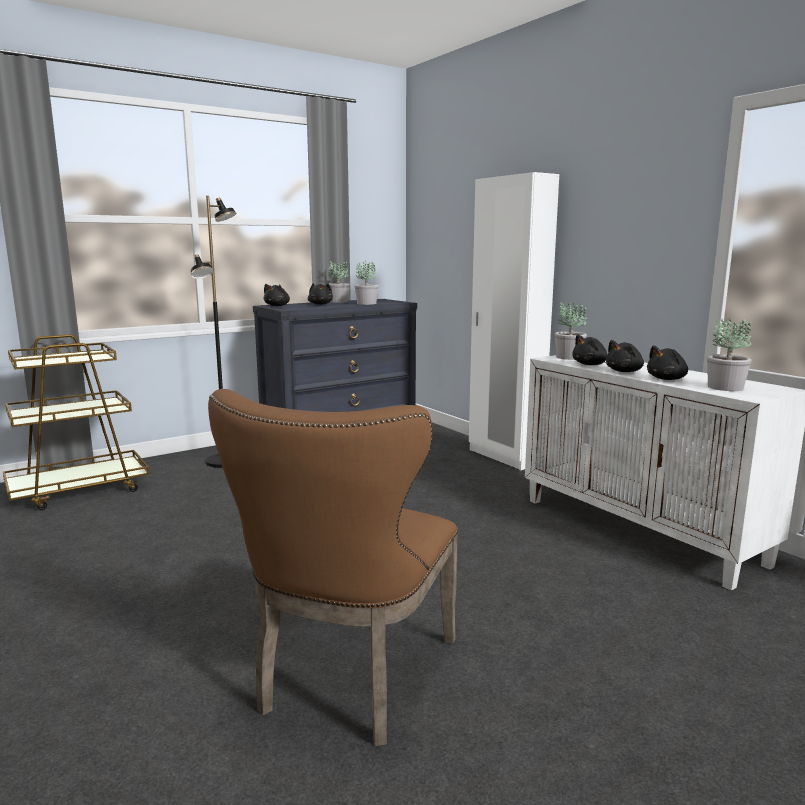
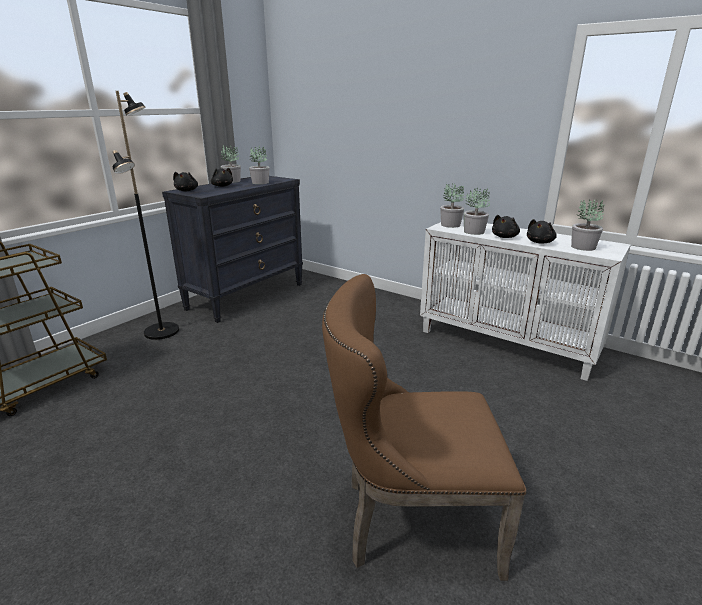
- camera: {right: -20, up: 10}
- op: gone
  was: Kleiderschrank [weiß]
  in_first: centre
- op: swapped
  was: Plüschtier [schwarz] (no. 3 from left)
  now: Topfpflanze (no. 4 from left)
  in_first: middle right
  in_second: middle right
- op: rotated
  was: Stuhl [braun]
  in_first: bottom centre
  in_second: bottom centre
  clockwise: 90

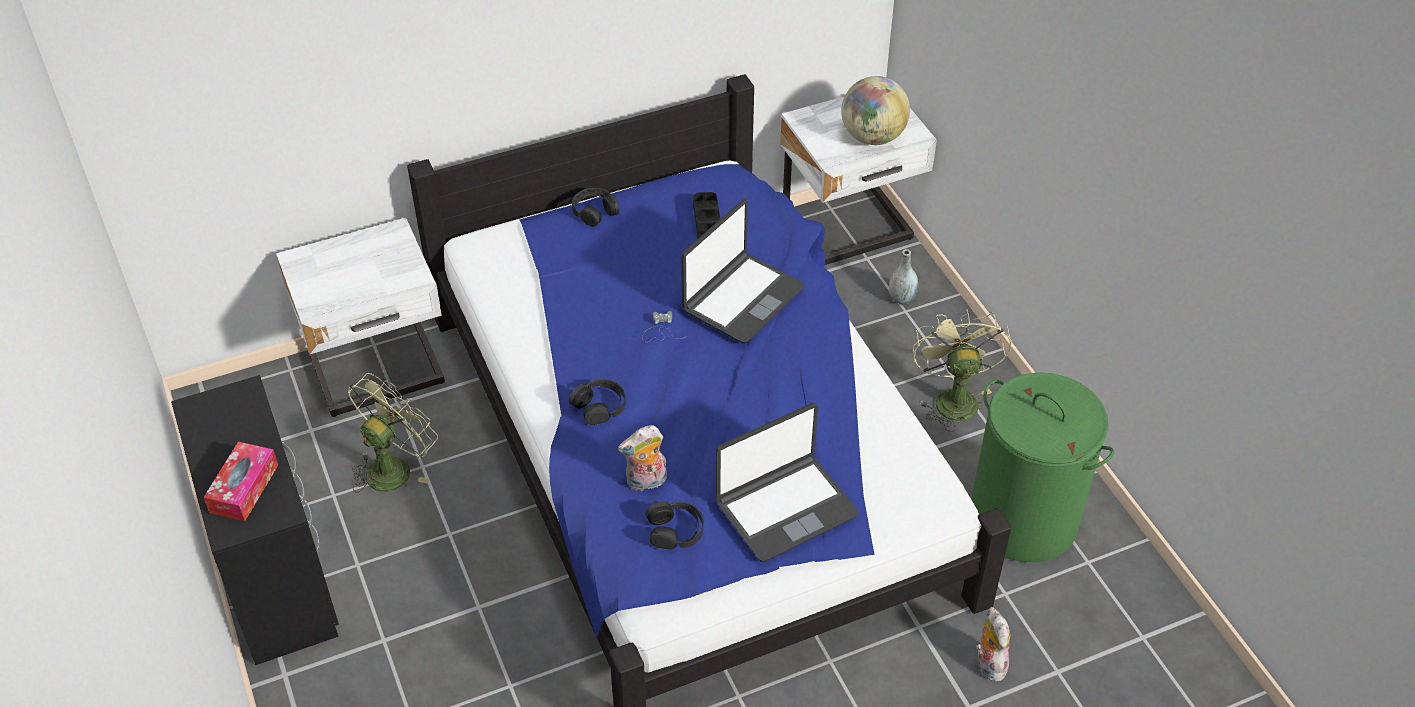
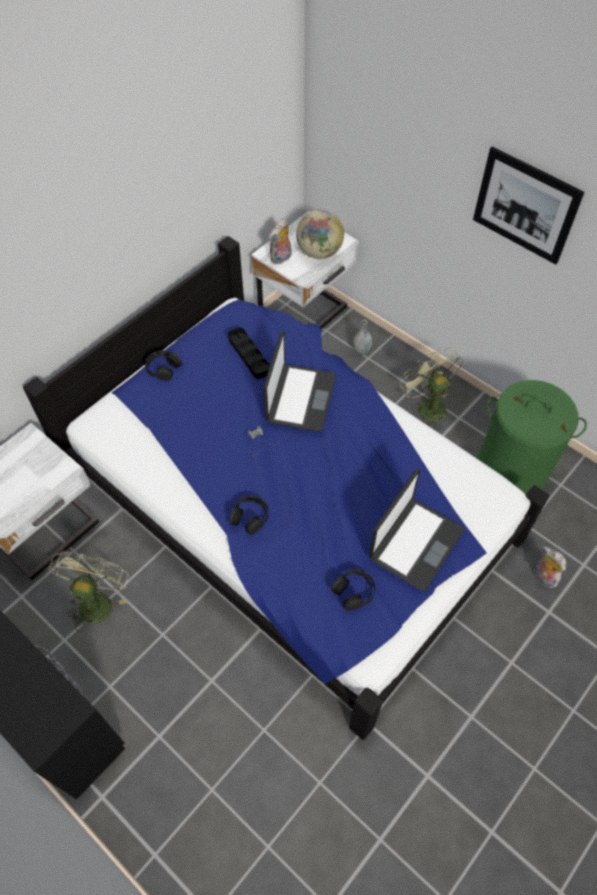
- camera: {right: -25, up: 10}
- op: gone
  was: Taschentuchbox
  in_first: bottom left
- op: new
  now: Bild
  in_second: top right
- op: shifted
  was: Plüschtier (no. 1 from left)
  in_first: centre
  in_second: top centre

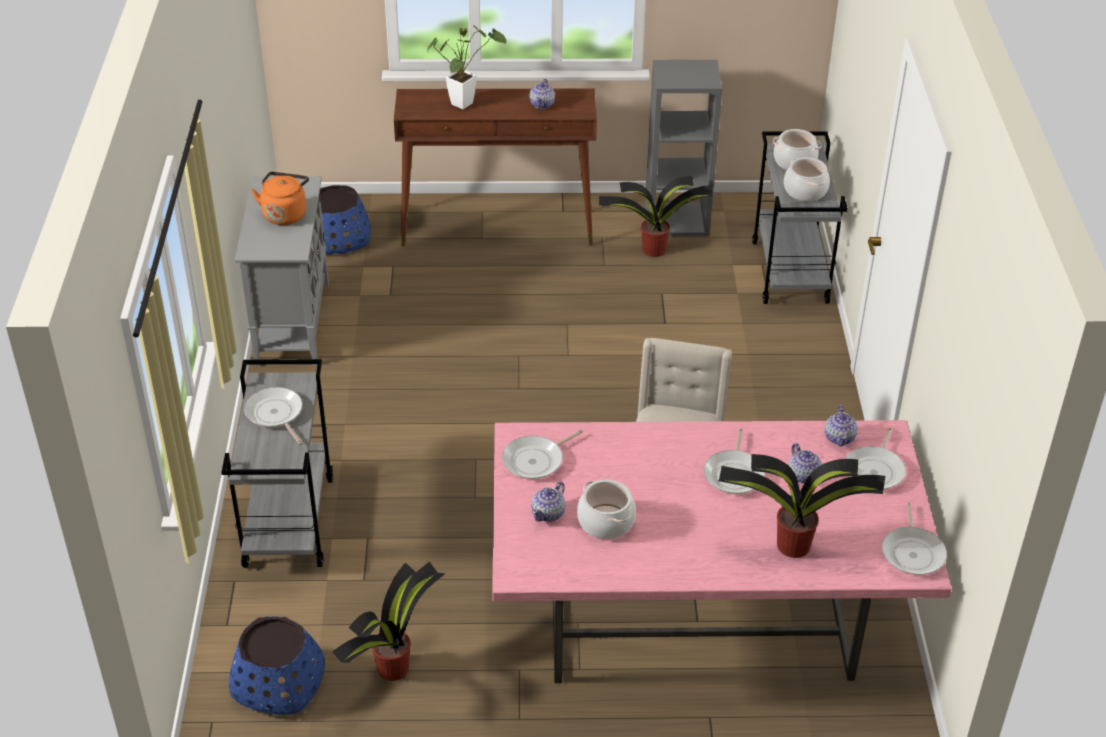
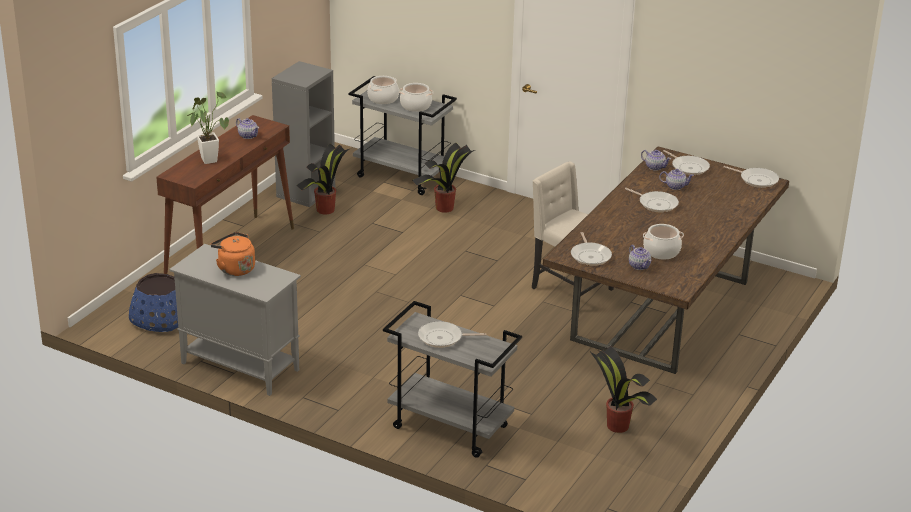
- camera: {right: -60, up: -10}
- op: gone
  was: Pflanzkübel [blau] (no. 1 from left)
  in_first: bottom left
- op: shifted
  was: Topfpflanze (no. 4 from left in the first image)
  now: Topfpflanze (no. 3 from left)
  in_first: bottom right
  in_second: centre
- op: repainted
  was: Esstisch [rosa]
  now: Esstisch [braun]
  in_first: bottom centre
  in_second: middle right

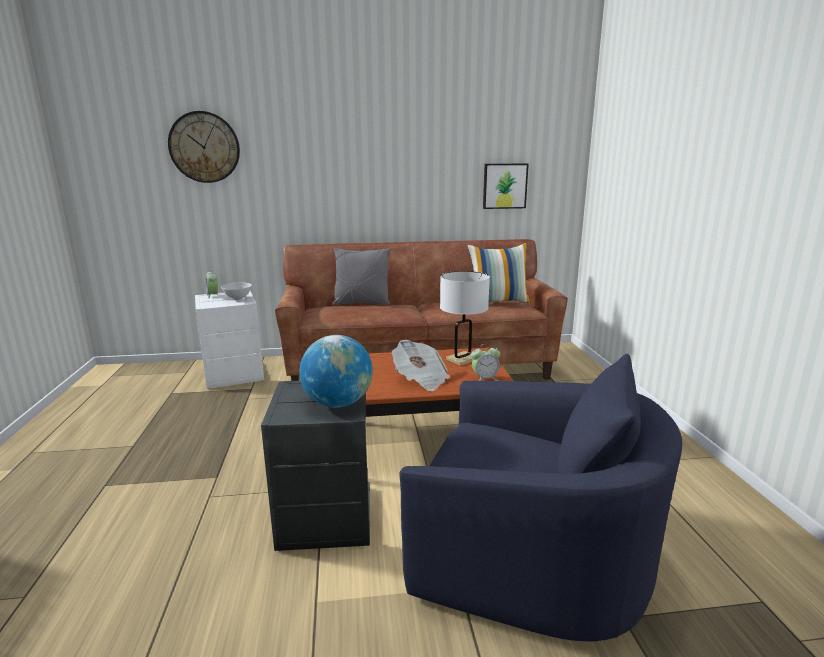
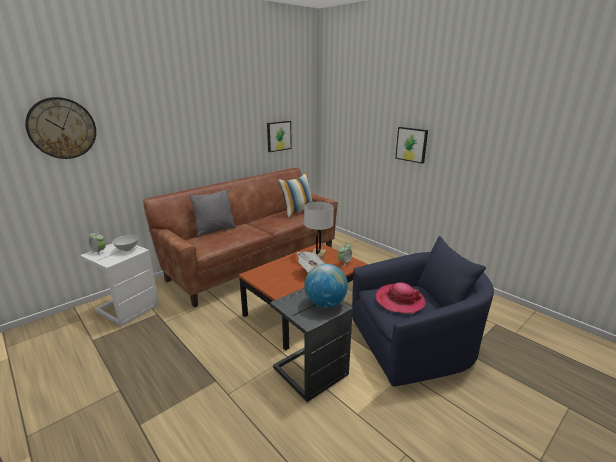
- camera: {right: -35, up: 5}
- op: new
  now: Hut
  in_second: centre
- op: new
  now: Bild (no. 2 from left)
  in_second: top right

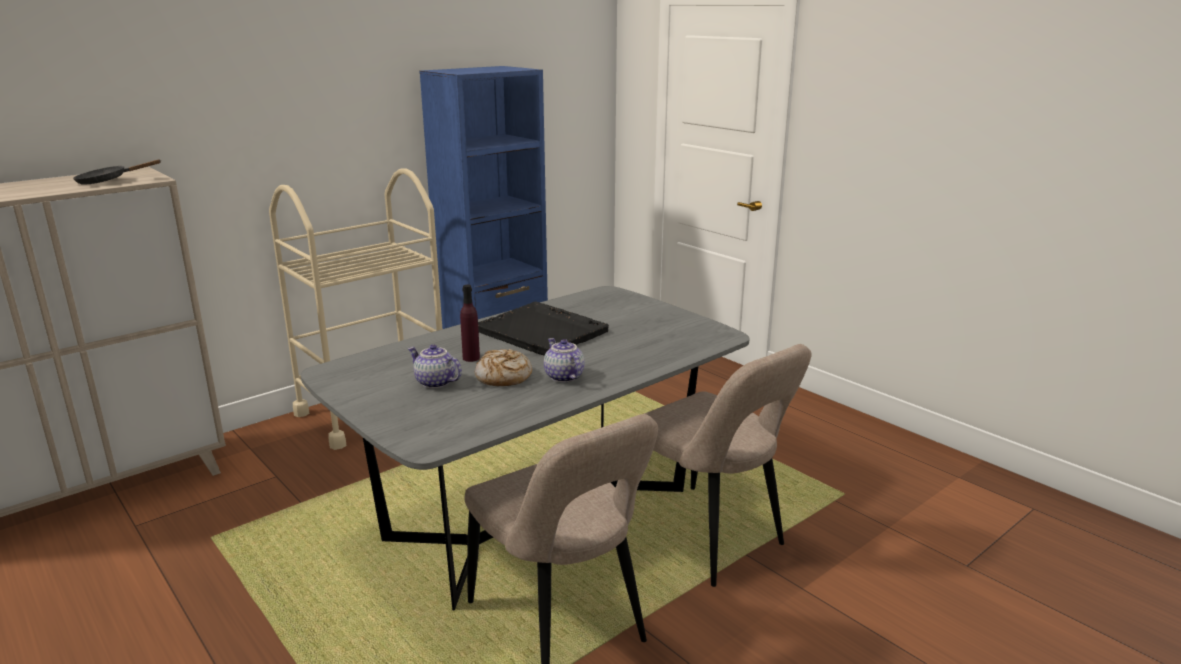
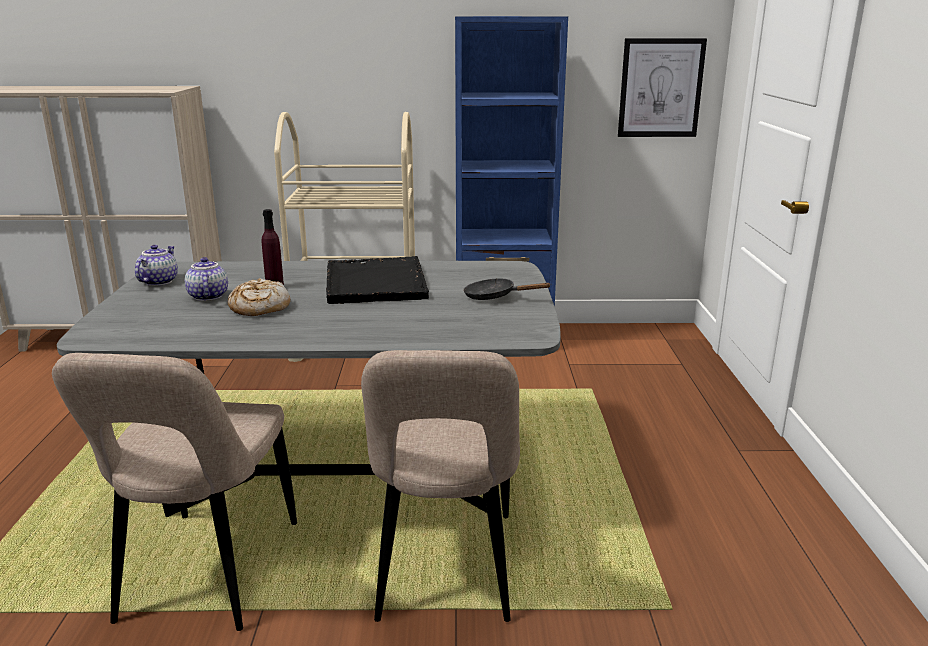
- camera: {right: 40, up: 0}
- op: new
  now: Bild
  in_second: top right
- op: shifted
  was: Pfanne [schwarz]
  in_first: top left
  in_second: centre
- op: shifted
  was: Teekanne (no. 2 from left in the first image)
  now: Teekanne (no. 1 from left)
  in_first: centre
  in_second: middle left

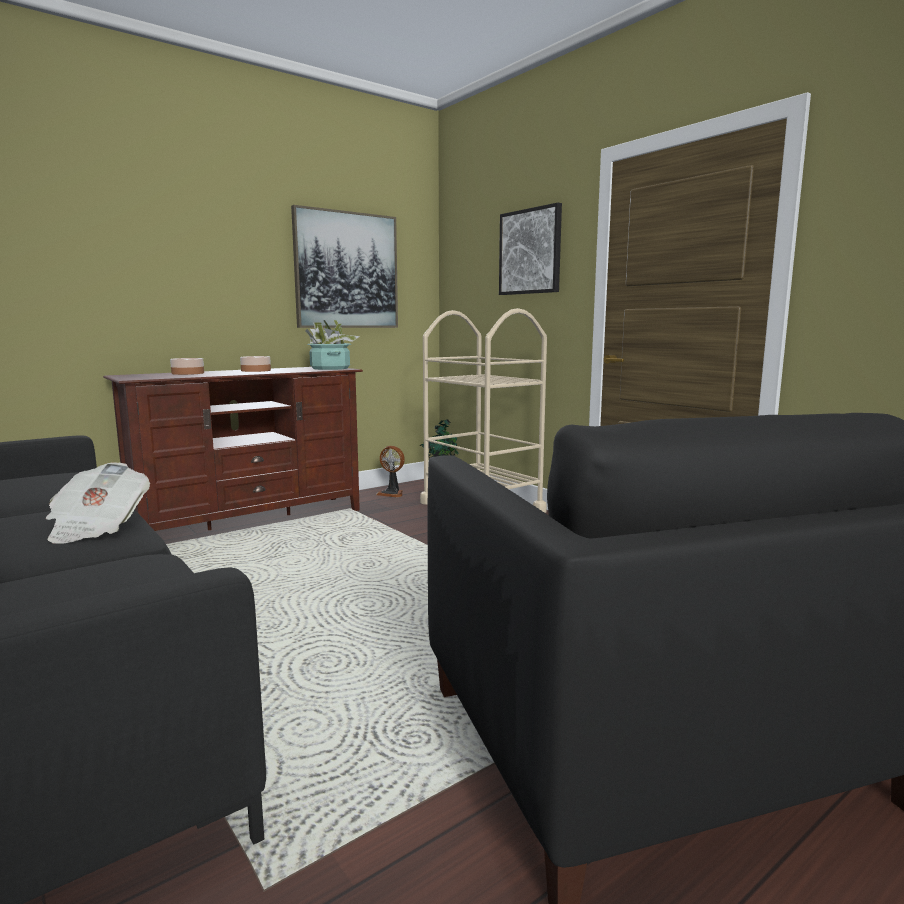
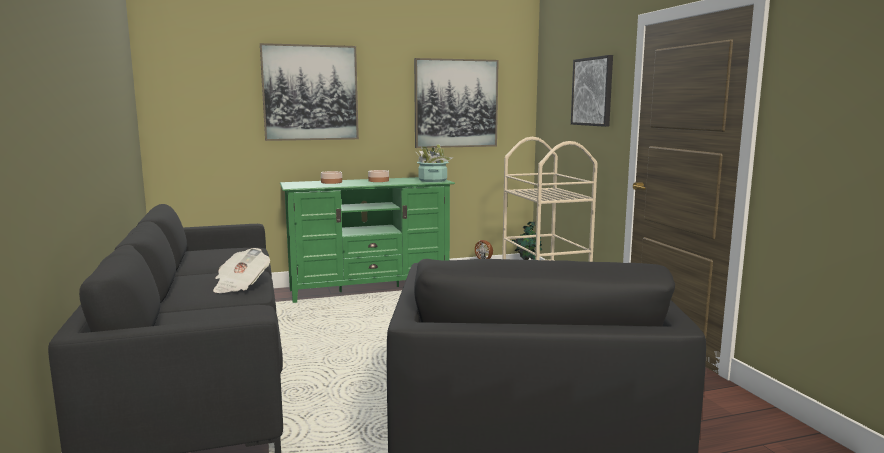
- camera: {right: 20, up: 0}
- op: new
  now: Bild (no. 1 from left)
  in_second: top centre
- op: repainted
  was: Fernsehschrank [braun]
  now: Fernsehschrank [grün]
  in_first: middle left
  in_second: centre

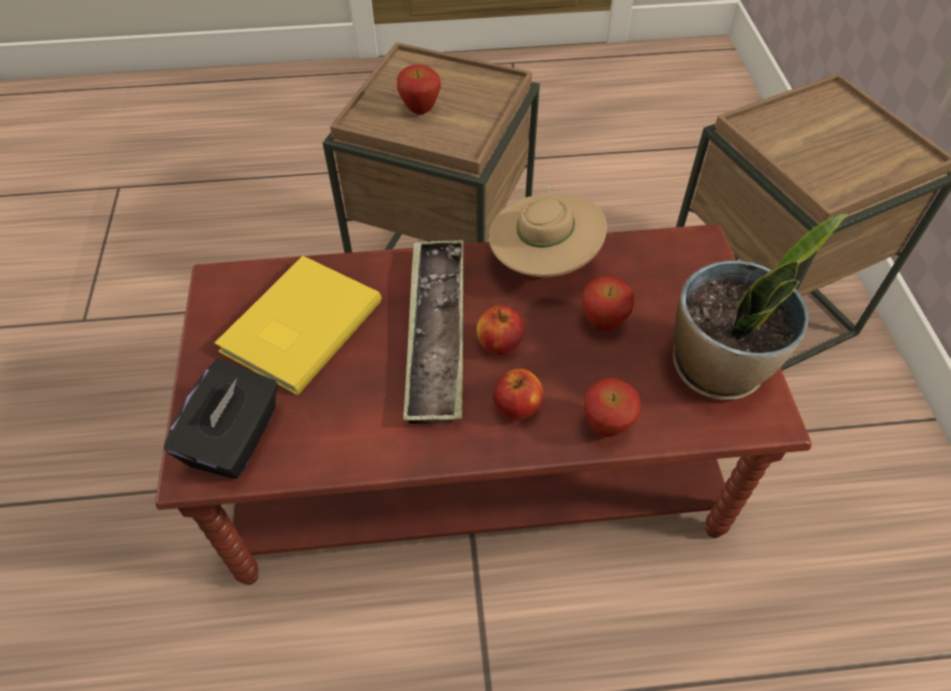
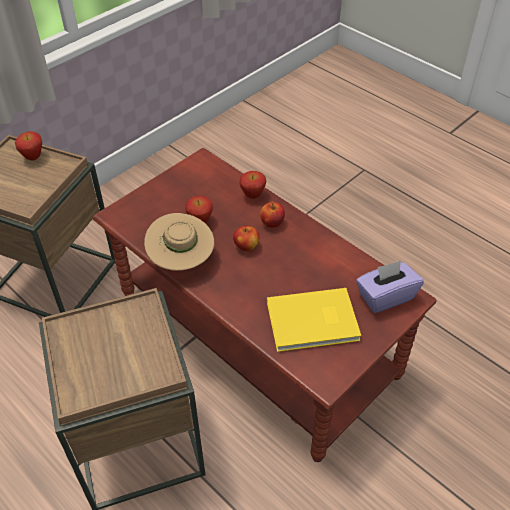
- camera: {right: -130, up: -5}
- op: gone
  was: Tablett
  in_first: centre
- op: gone
  was: Topfpflanze
  in_first: middle right
- op: shifted
  was: Apfel (no. 1 from left)
  in_first: top centre
  in_second: top left
- op: repainted
  was: Taschentuchbox [schwarz]
  now: Taschentuchbox [lila]
  in_first: middle left
  in_second: middle right

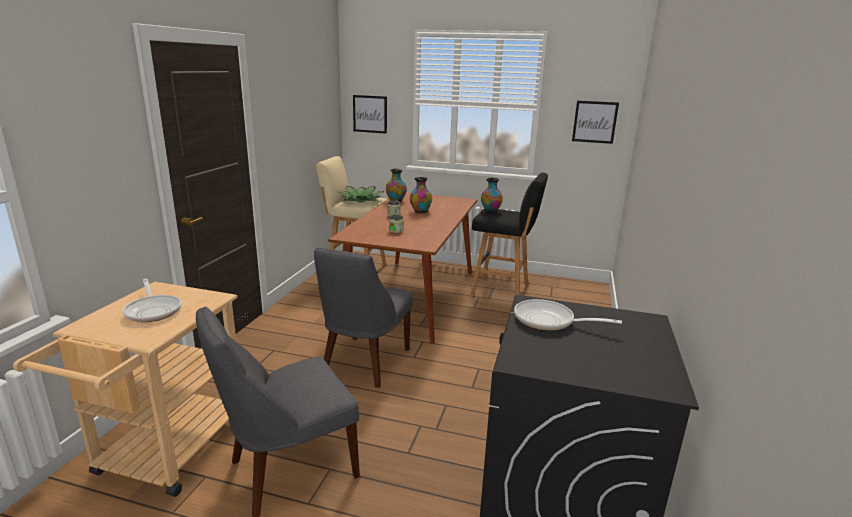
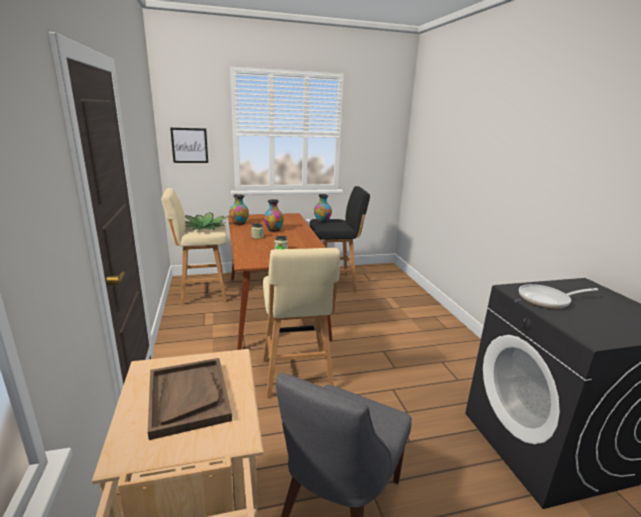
- camera: {right: -30, up: 0}
- op: gone
  was: Bild (no. 2 from left)
  in_first: top right
- op: swapped
  was: Pfanne (no. 1 from left)
  now: Tablett [braun]
  in_first: middle left
  in_second: bottom left
- op: swapped
  was: Stuhl [grau] (no. 2 from left)
  now: Hocker [beige] (no. 2 from left)
  in_first: centre
  in_second: centre

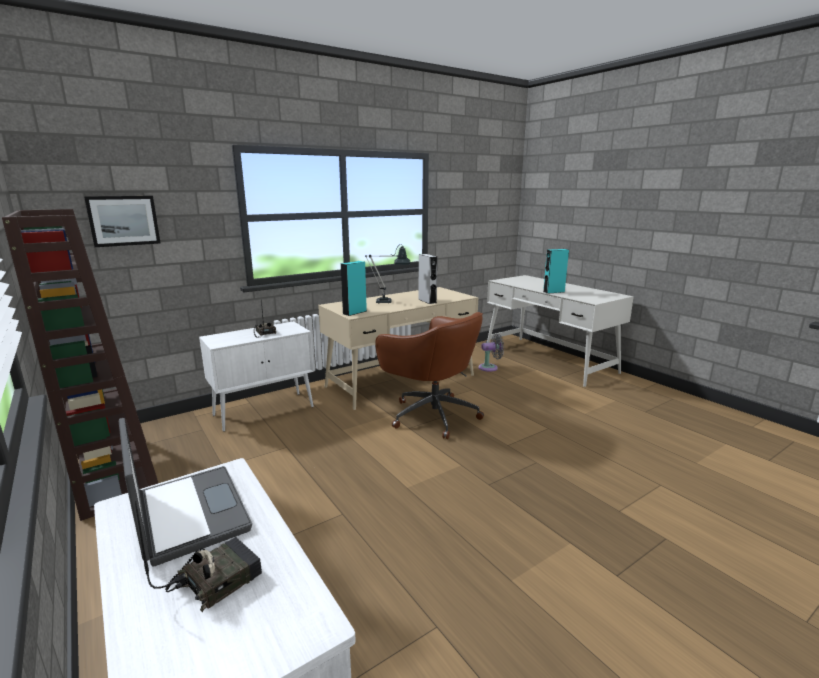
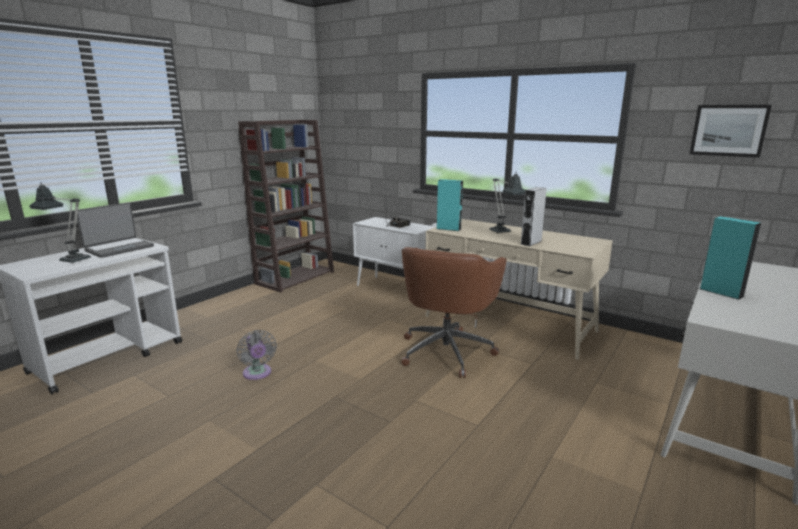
- camera: {right: 70, up: 0}
- op: shifted
  was: Bild
  in_first: top left
  in_second: top right
- op: shifted
  was: Ventilator [grau]
  in_first: centre
  in_second: bottom left
- op: swapped
  was: Radio (no. 1 from left)
  now: Tischlampe (no. 1 from left)
  in_first: bottom left
  in_second: middle left

